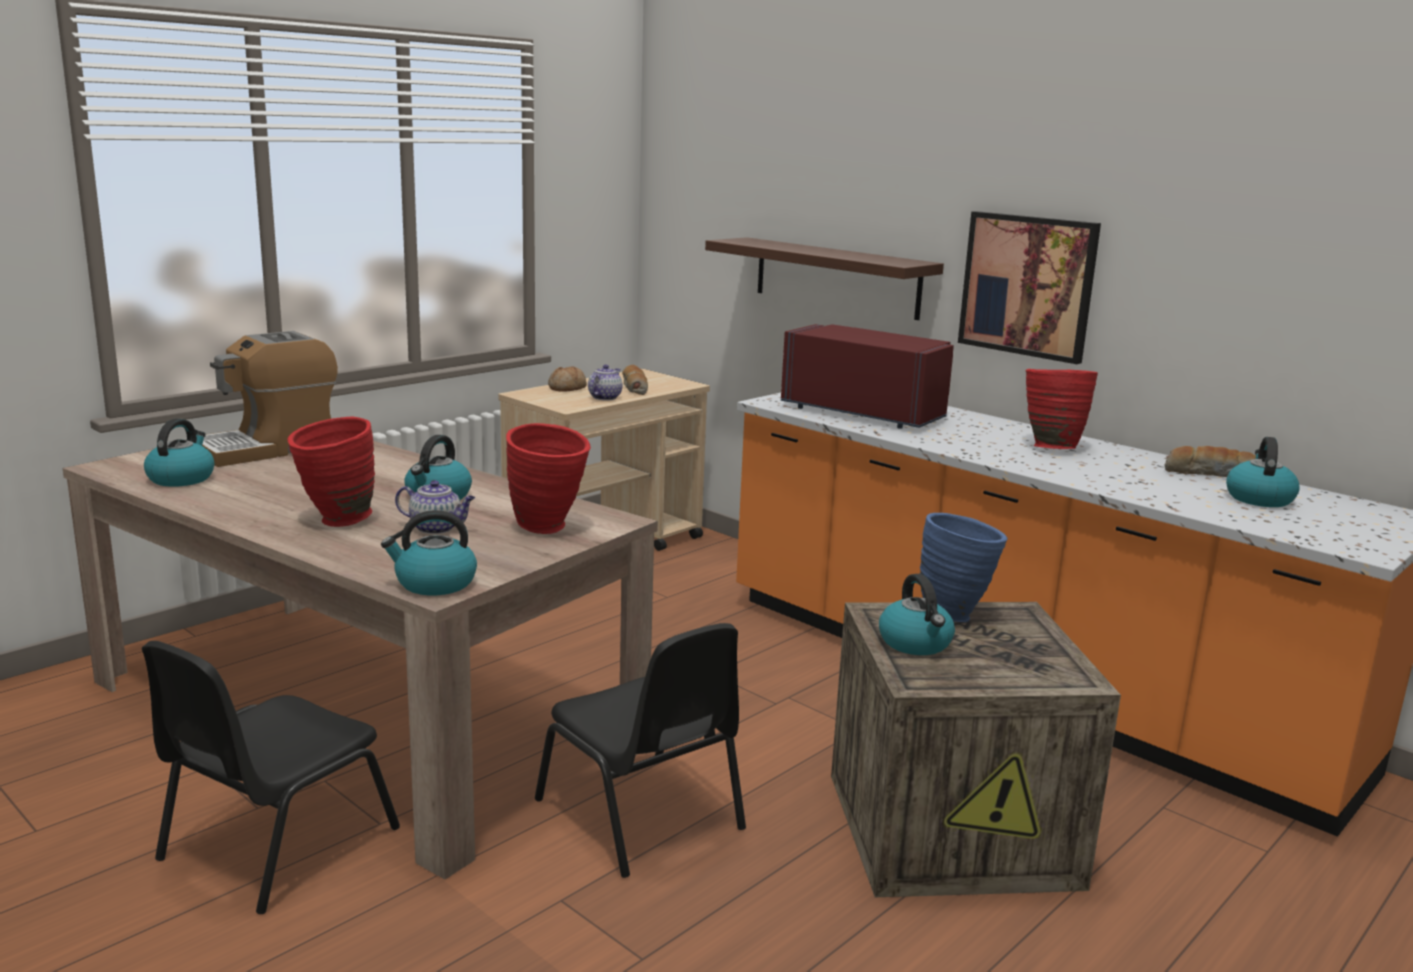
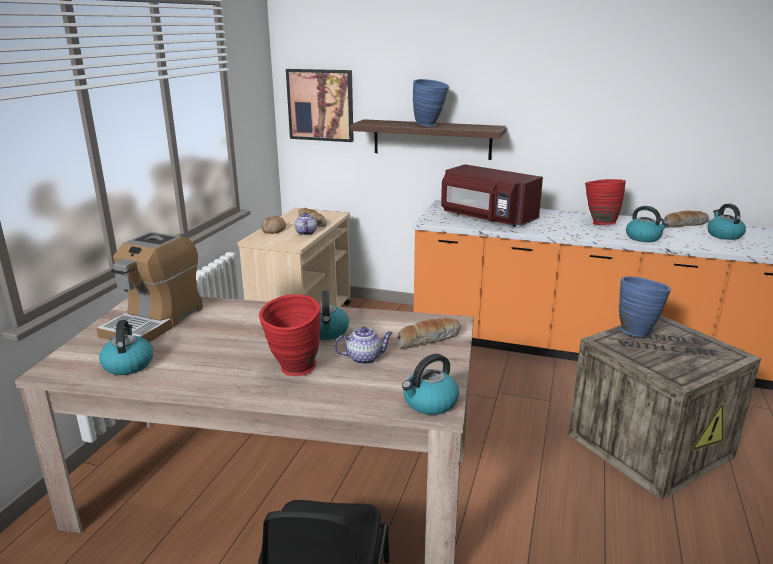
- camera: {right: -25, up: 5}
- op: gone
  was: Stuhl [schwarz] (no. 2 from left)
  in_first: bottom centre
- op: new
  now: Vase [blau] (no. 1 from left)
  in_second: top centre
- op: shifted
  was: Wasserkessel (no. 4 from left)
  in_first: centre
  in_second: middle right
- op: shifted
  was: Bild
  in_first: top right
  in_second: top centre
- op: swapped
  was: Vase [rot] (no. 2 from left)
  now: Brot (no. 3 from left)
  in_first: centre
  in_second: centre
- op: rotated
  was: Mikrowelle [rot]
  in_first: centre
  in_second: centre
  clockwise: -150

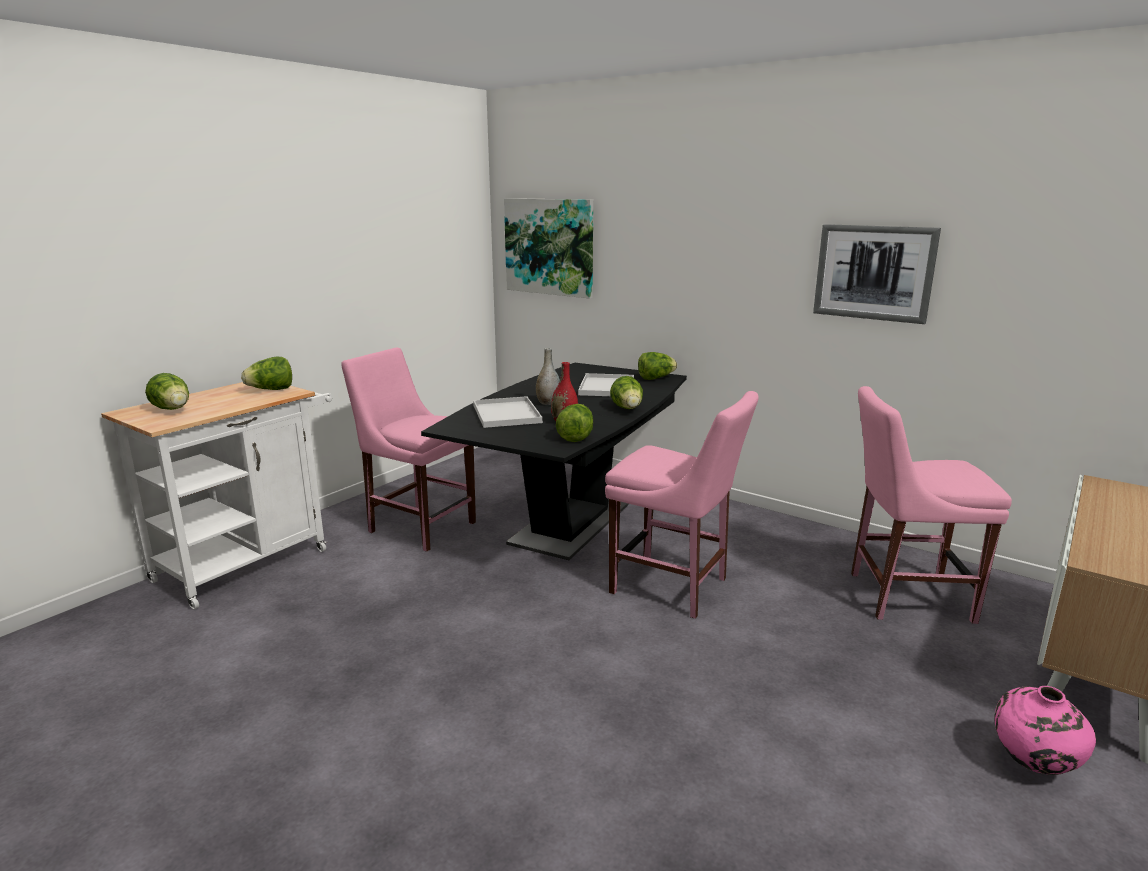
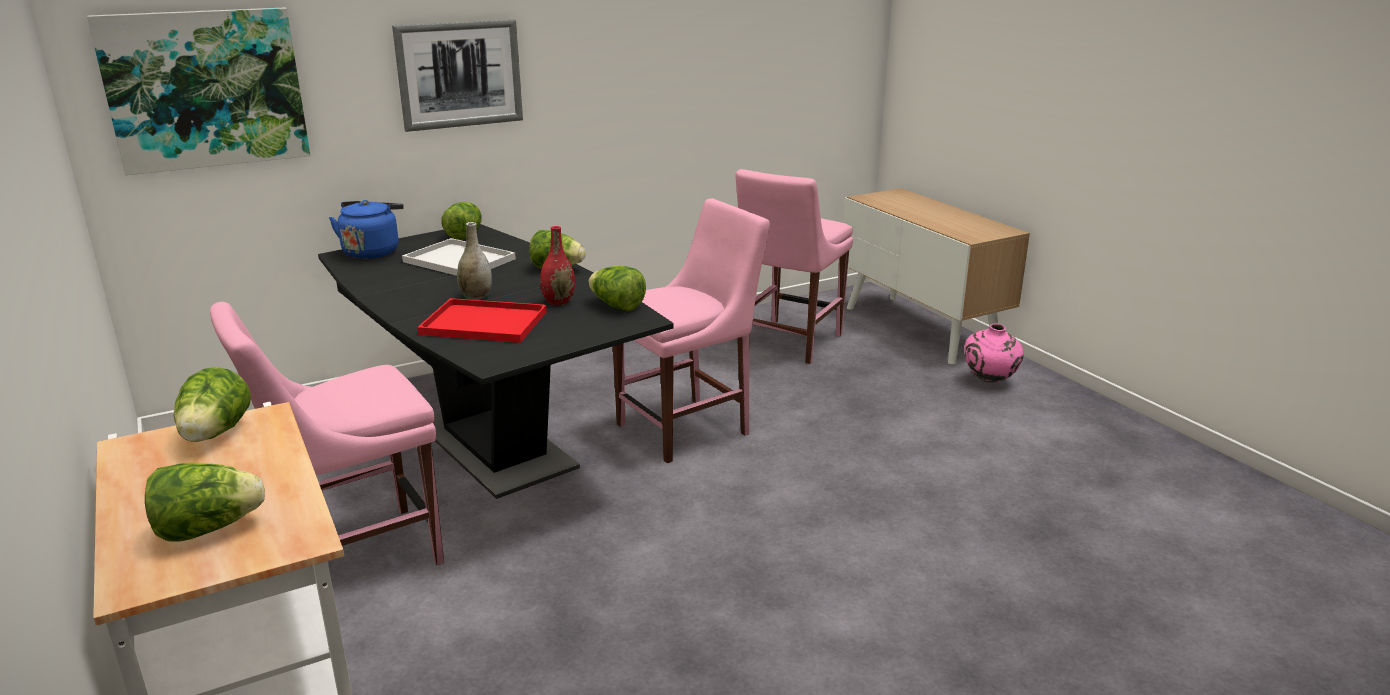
- camera: {right: -65, up: 5}
- op: new
  now: Wasserkessel [blau]
  in_second: top left
- op: shifted
  was: Bild (no. 2 from left)
  in_first: top right
  in_second: top left
- op: repainted
  was: Tablett [weiß] (no. 1 from left)
  now: Tablett [rot]
  in_first: centre
  in_second: centre

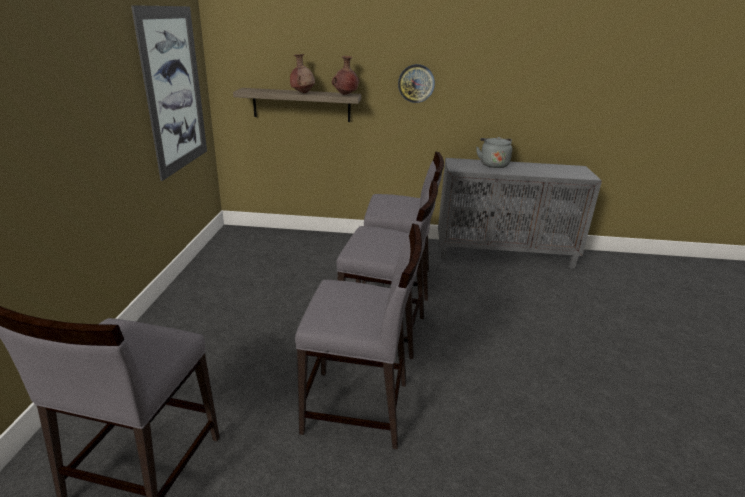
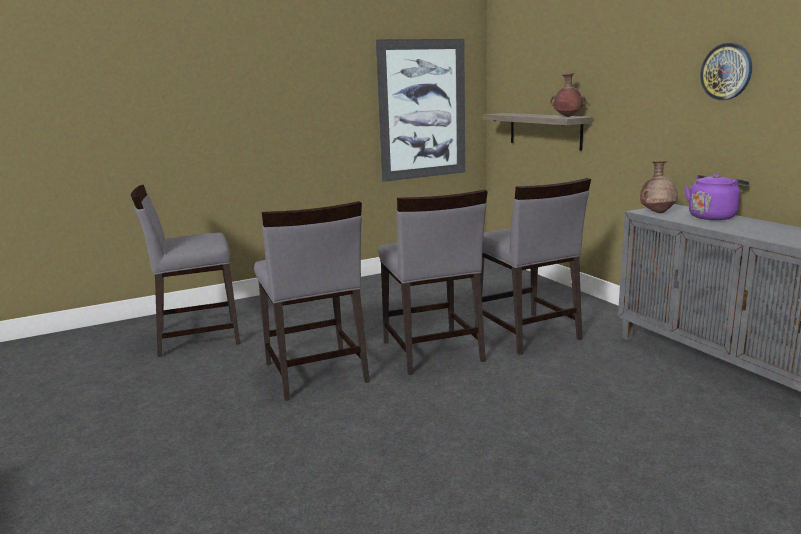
- camera: {right: 60, up: -10}
- op: shifted
  was: Vase [braun] (no. 1 from left in the first image)
  now: Vase [braun] (no. 2 from left)
  in_first: top centre
  in_second: middle right
- op: shifted
  was: Wanduhr
  in_first: top centre
  in_second: top right
- op: repainted
  was: Wasserkessel [grau]
  now: Wasserkessel [lila]
  in_first: top centre
  in_second: middle right

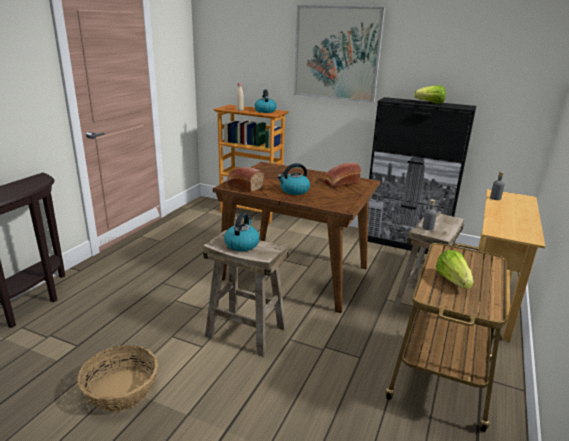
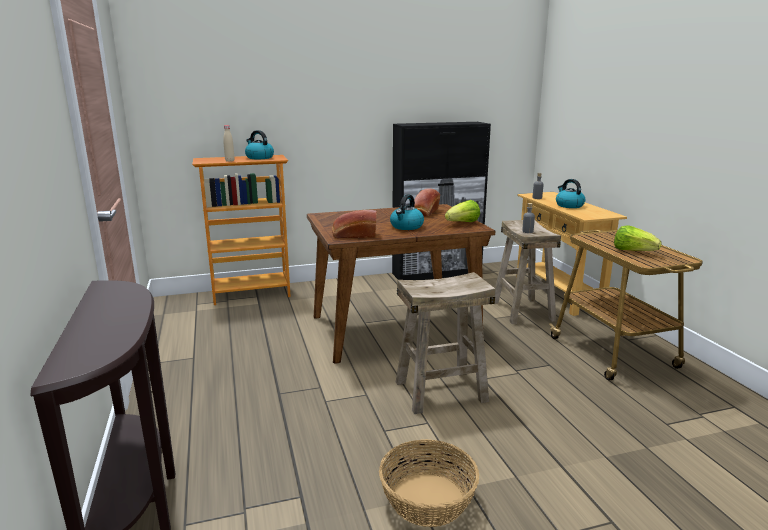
- camera: {right: -40, up: -5}
- op: gone
  was: Bild
  in_first: top centre
- op: shifted
  was: Wasserkessel (no. 1 from left in the first image)
  now: Wasserkessel (no. 3 from left)
  in_first: centre
  in_second: middle right
- op: shifted
  was: Salatkopf (no. 1 from left)
  in_first: top right
  in_second: centre

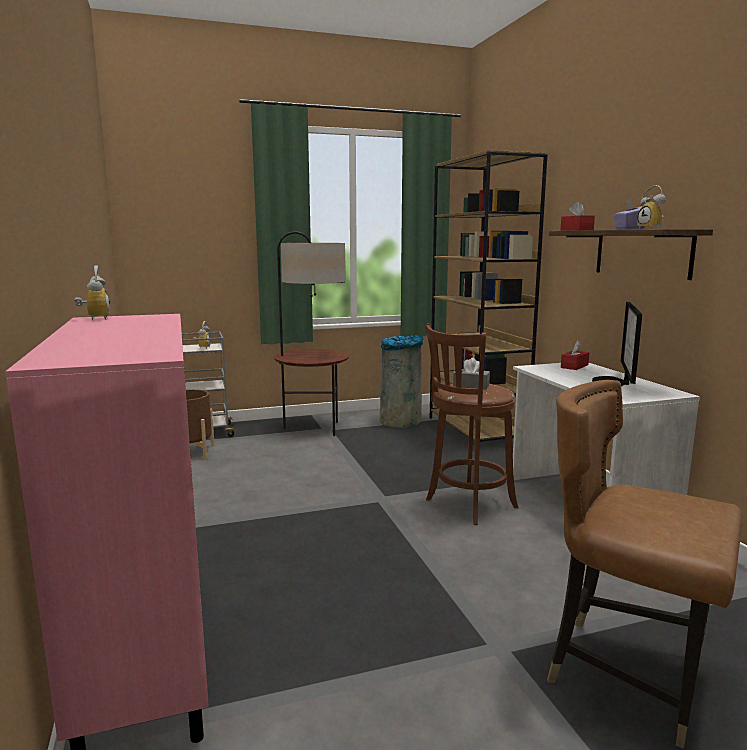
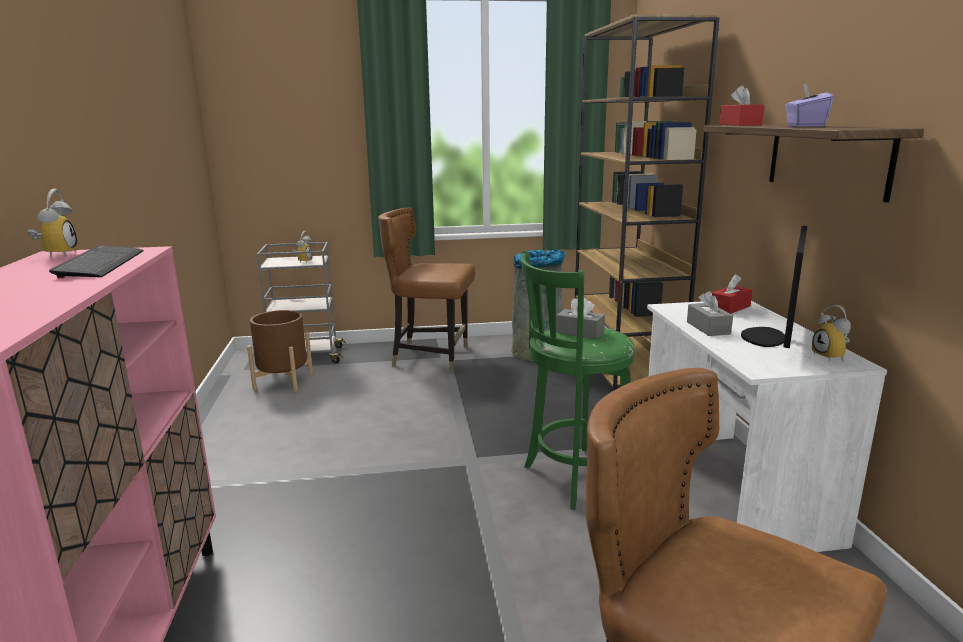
- camera: {right: 10, up: 5}
- op: new
  now: Tastatur
  in_second: middle left
- op: new
  now: Taschentuchbox [grau] (no. 2 from left)
  in_second: middle right
- op: shifted
  was: Wecker (no. 3 from left)
  in_first: top right
  in_second: middle right
- op: swapped
  was: Stehlampe
  now: Stuhl [braun] (no. 1 from left)
  in_first: centre
  in_second: centre
- op: repainted
  was: Hocker [braun]
  now: Hocker [grün]
  in_first: centre
  in_second: centre

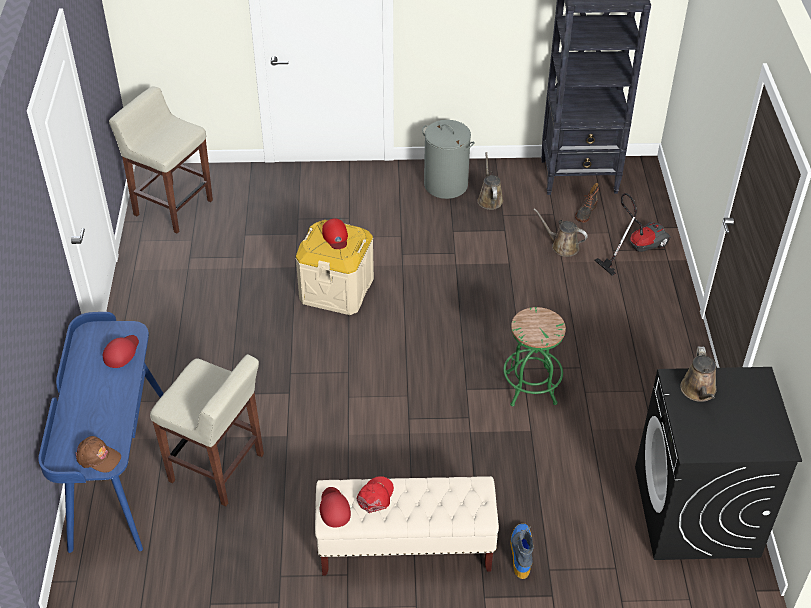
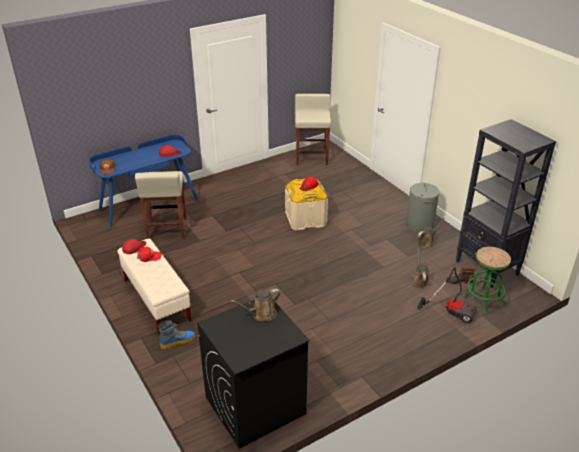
- camera: {right: 60, up: -10}
- op: shifted
  was: Hocker [grün]
  in_first: centre
  in_second: middle right

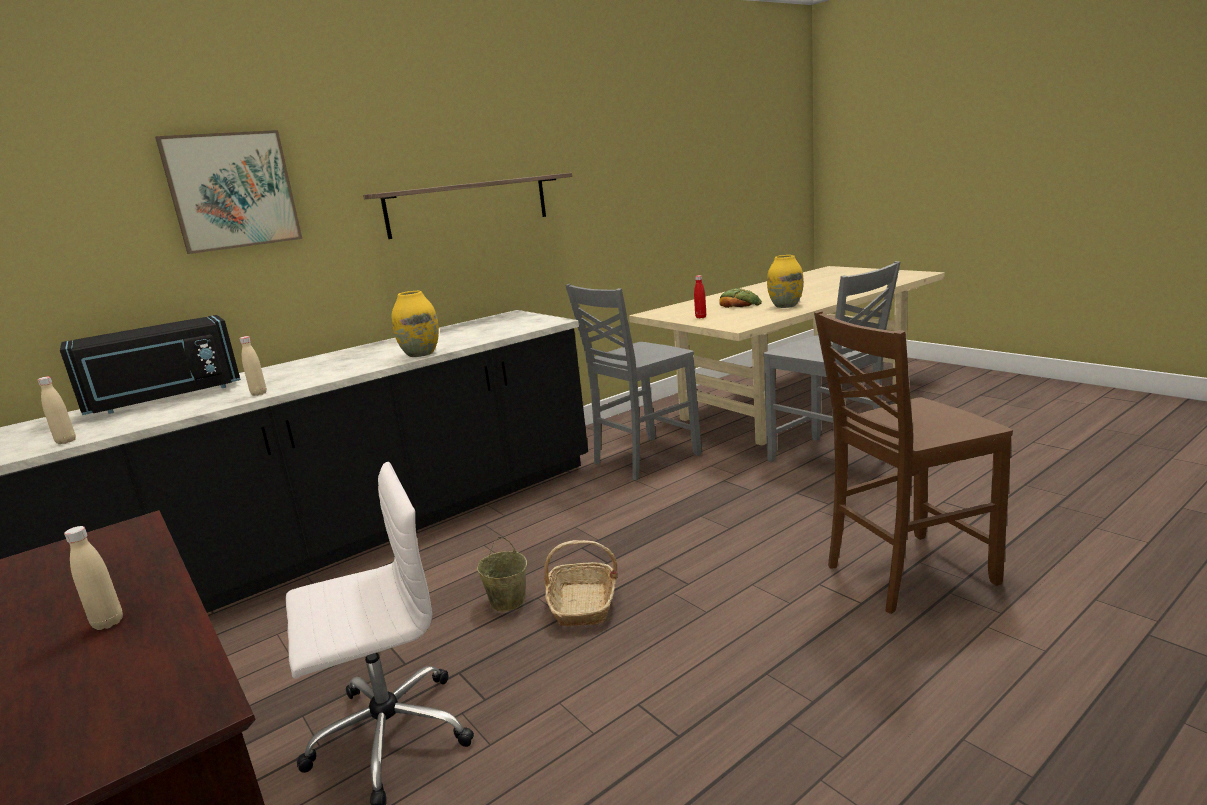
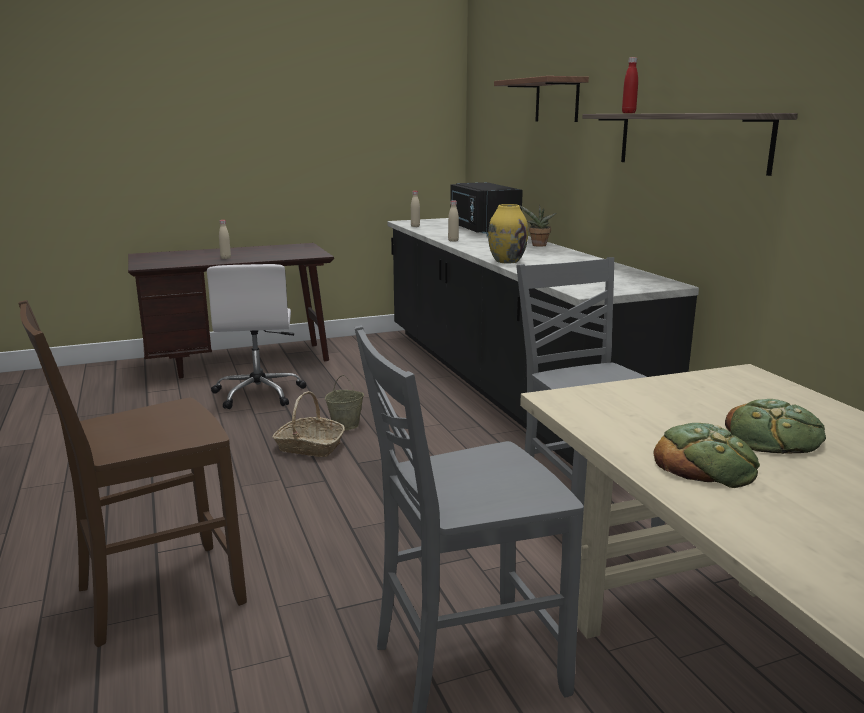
- camera: {right: 105, up: 0}
- op: new
  now: Topfpflanze
  in_second: top centre
- op: shifted
  was: Flasche [rot]
  in_first: centre
  in_second: top right
- op: swapped
  was: Bild
  now: Wandregal (no. 1 from left)
  in_first: top left
  in_second: top centre
- op: swapped
  was: Vase [gelb] (no. 2 from left)
  now: Brot (no. 1 from left)
  in_first: centre
  in_second: middle right
- op: rotated
  was: Stuhl [braun]
  in_first: middle right
  in_second: middle left
  clockwise: -120

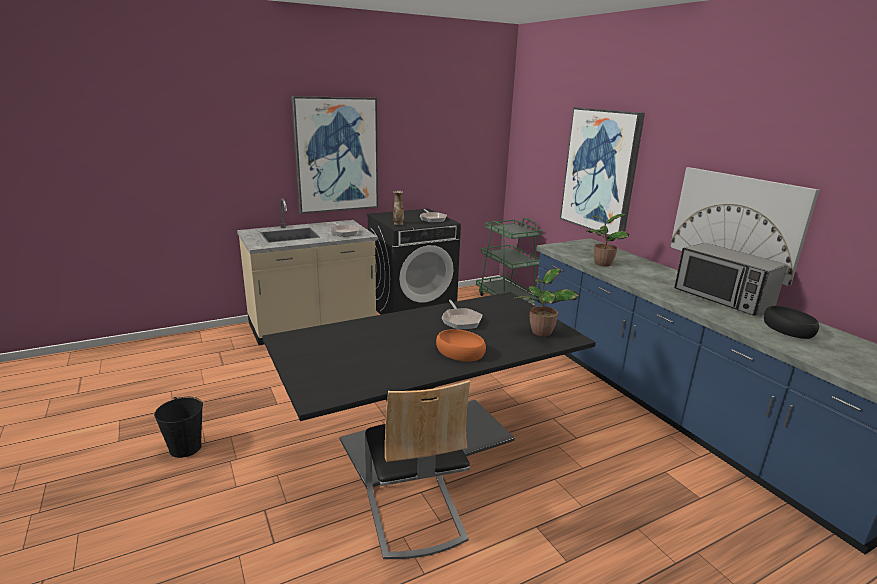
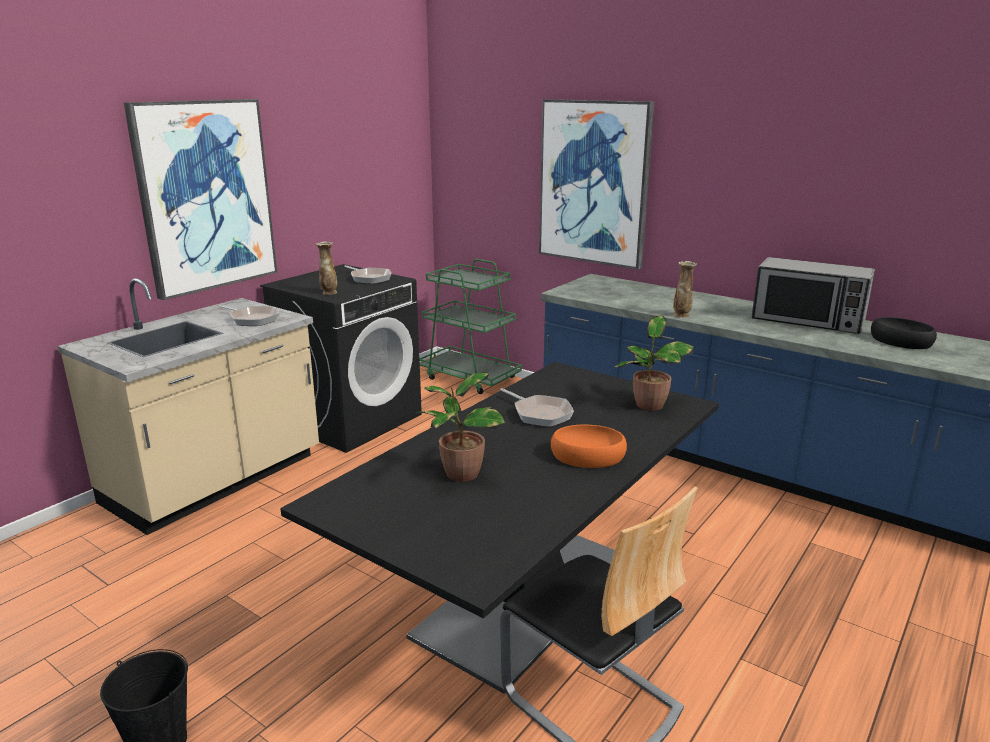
- camera: {right: -25, up: 0}
- op: gone
  was: Bild (no. 3 from left)
  in_first: middle right
- op: new
  now: Vase (no. 2 from left)
  in_second: middle right
- op: shifted
  was: Topfpflanze (no. 2 from left in the first image)
  now: Topfpflanze (no. 1 from left)
  in_first: middle right
  in_second: centre

